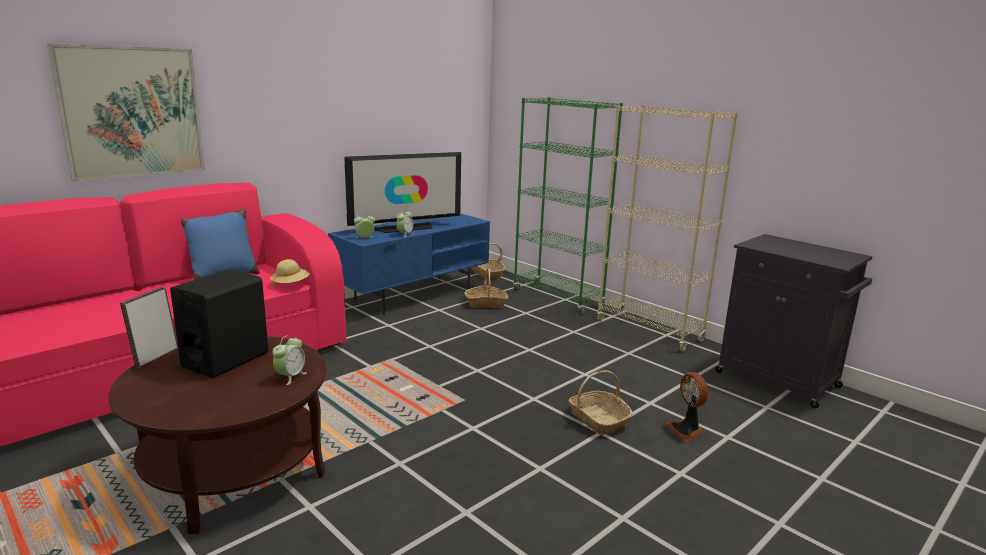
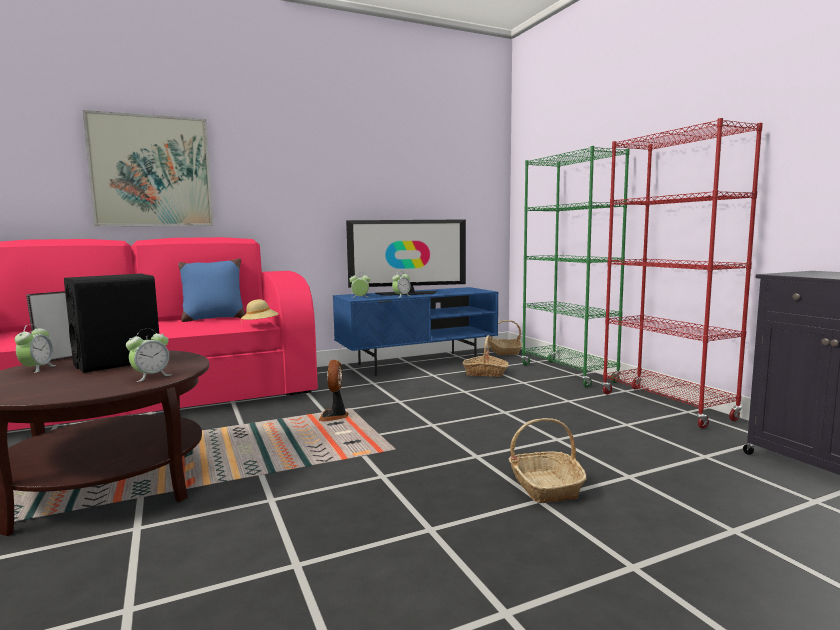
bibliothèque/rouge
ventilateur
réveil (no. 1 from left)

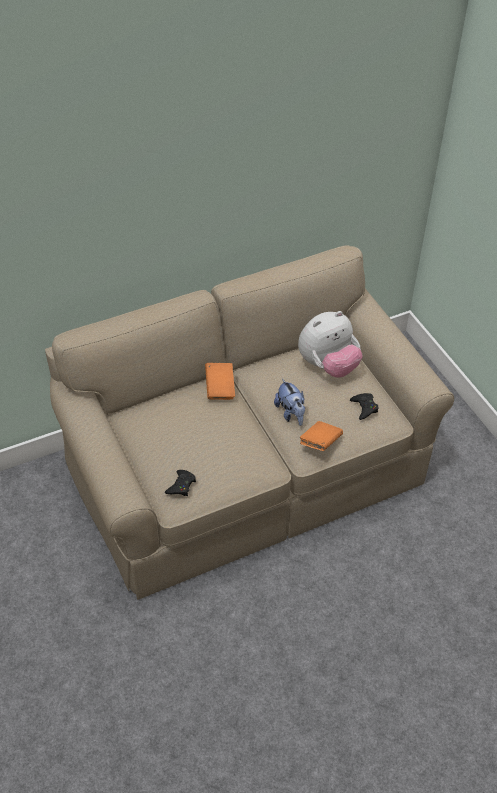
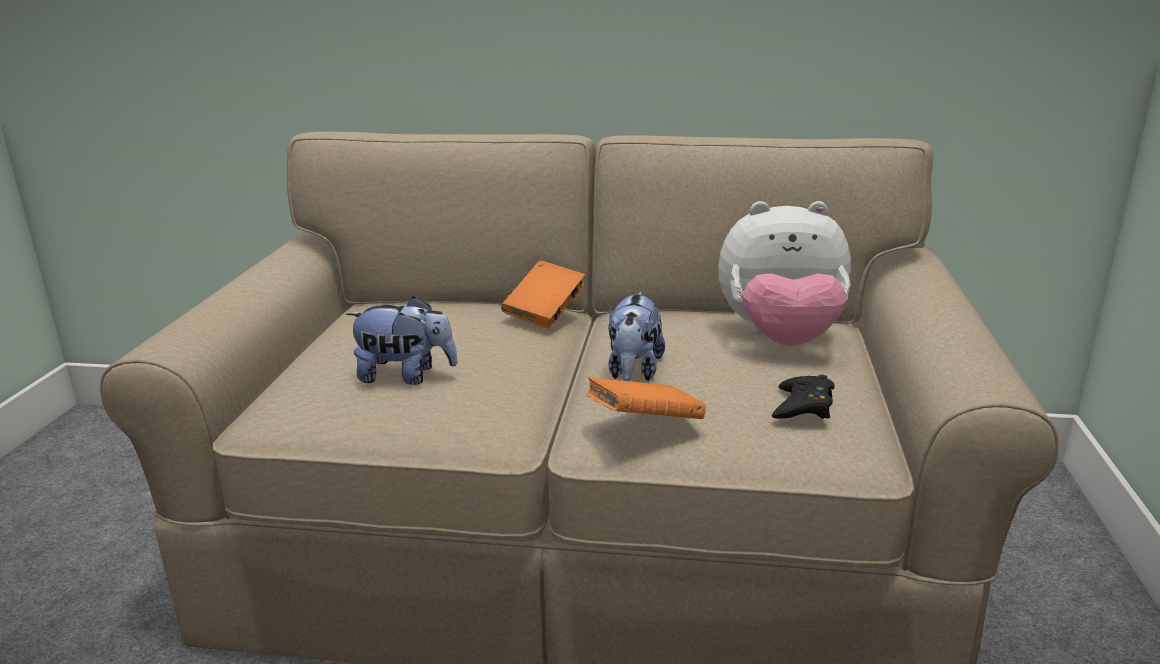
manette/noir (no. 1 from left in the first image)
peluche (no. 1 from left)

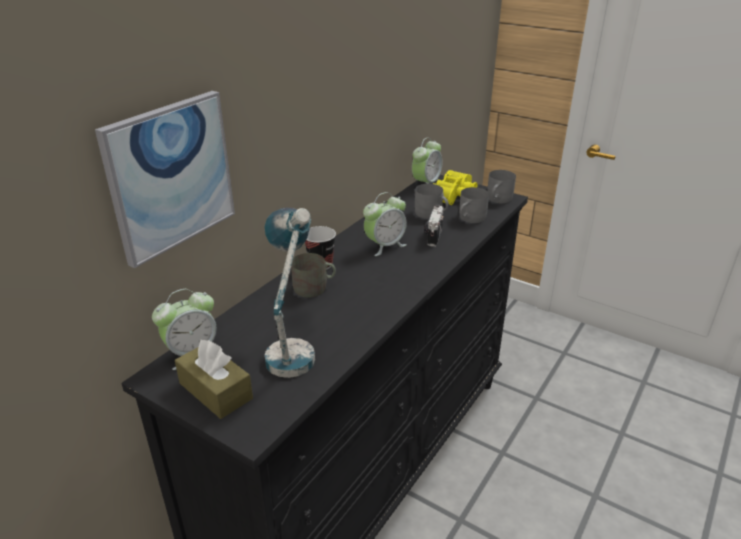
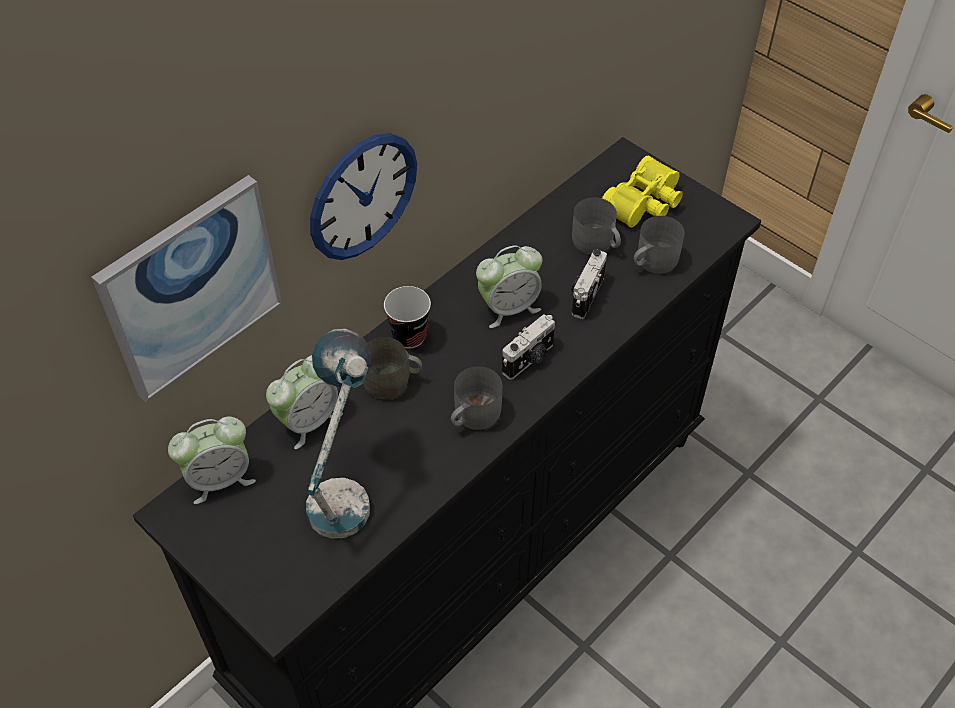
réveil (no. 2 from left)
mug/gris (no. 2 from left)
boîte à mouchoirs/marron
horloge murale
appareil photo (no. 1 from left)

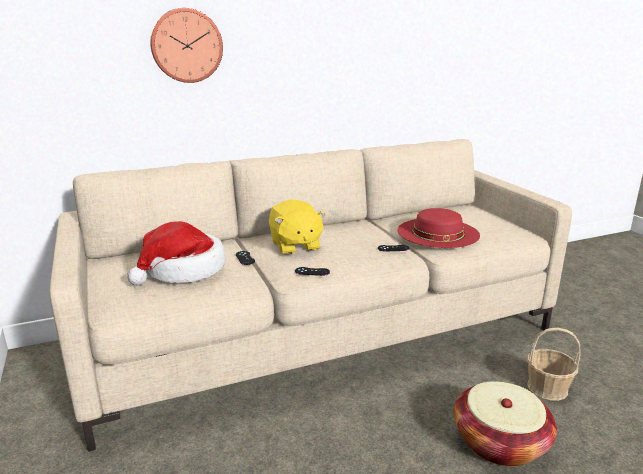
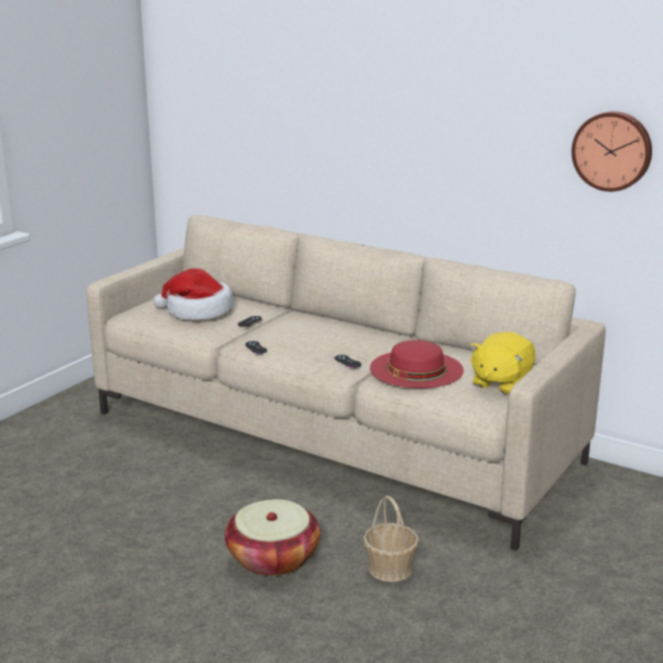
horloge murale
peluche/jaune

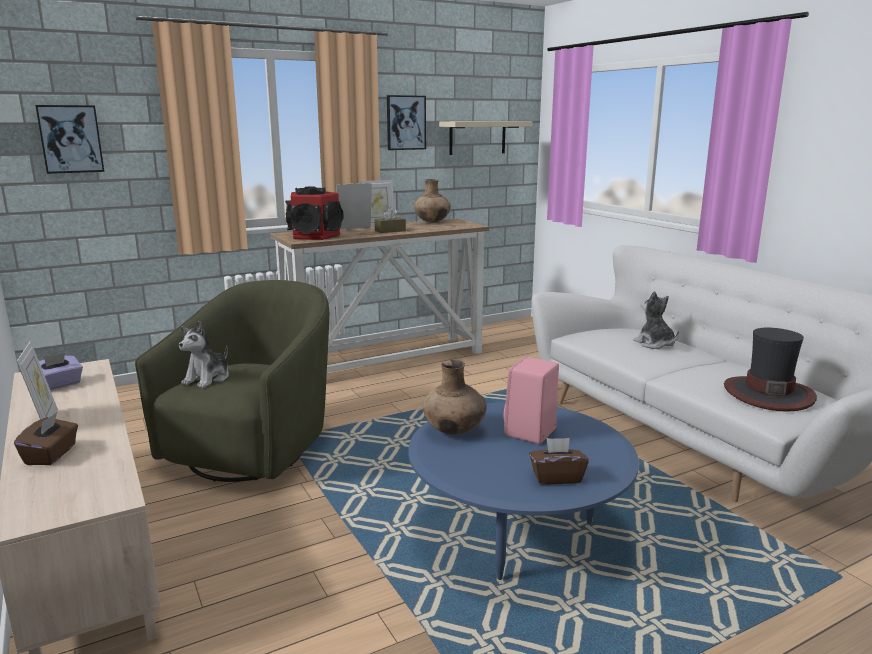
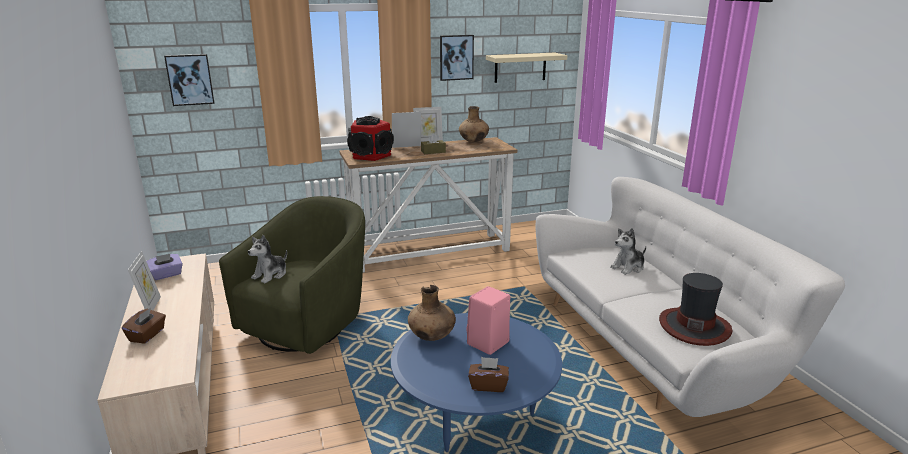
peluche (no. 2 from left)

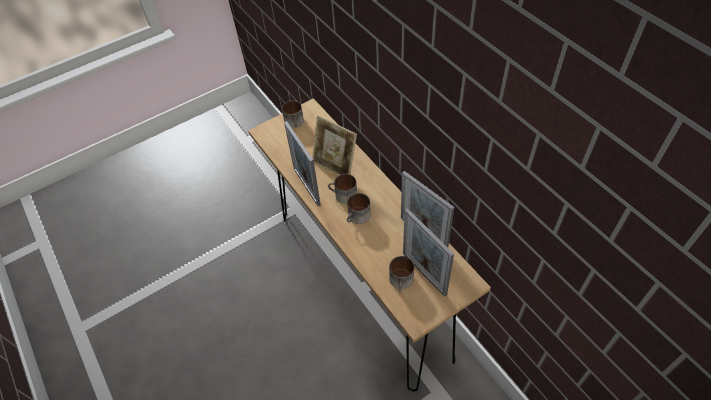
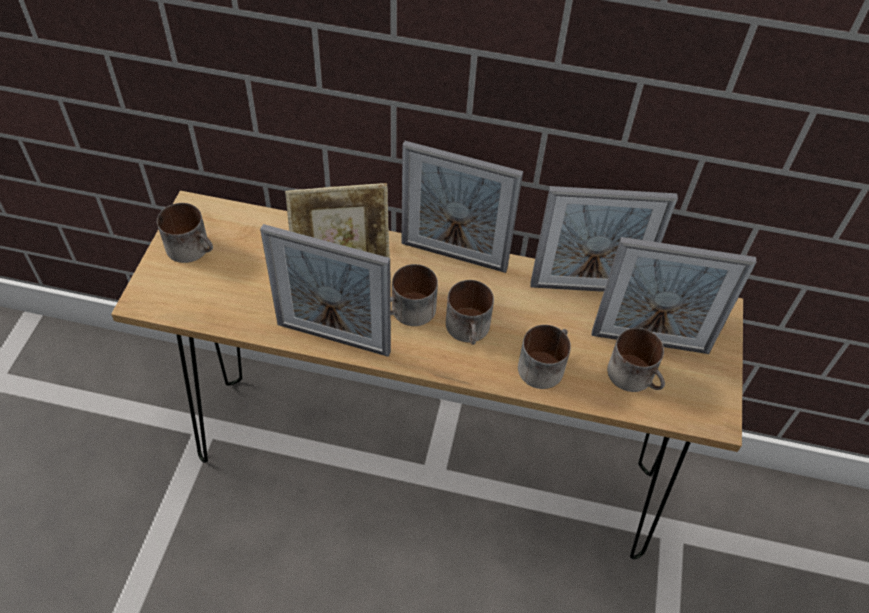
cadre photo (no. 3 from left)
mug (no. 4 from left)

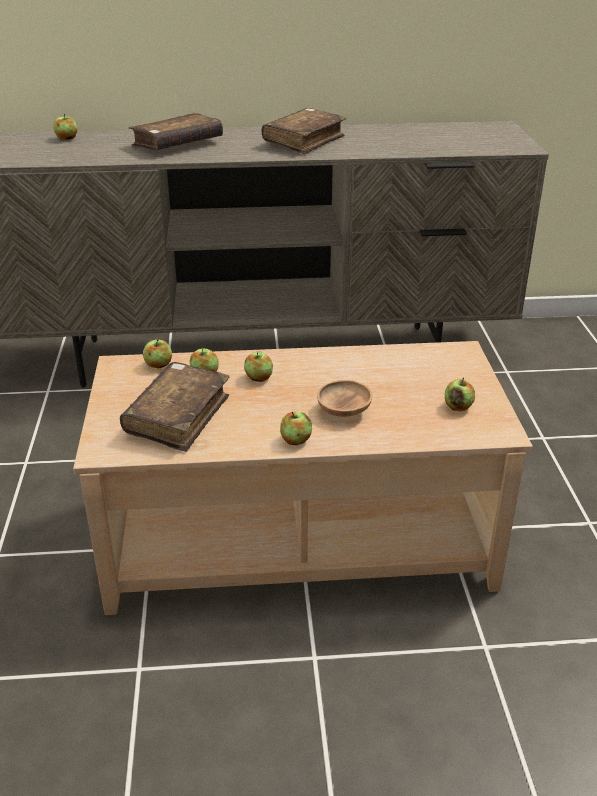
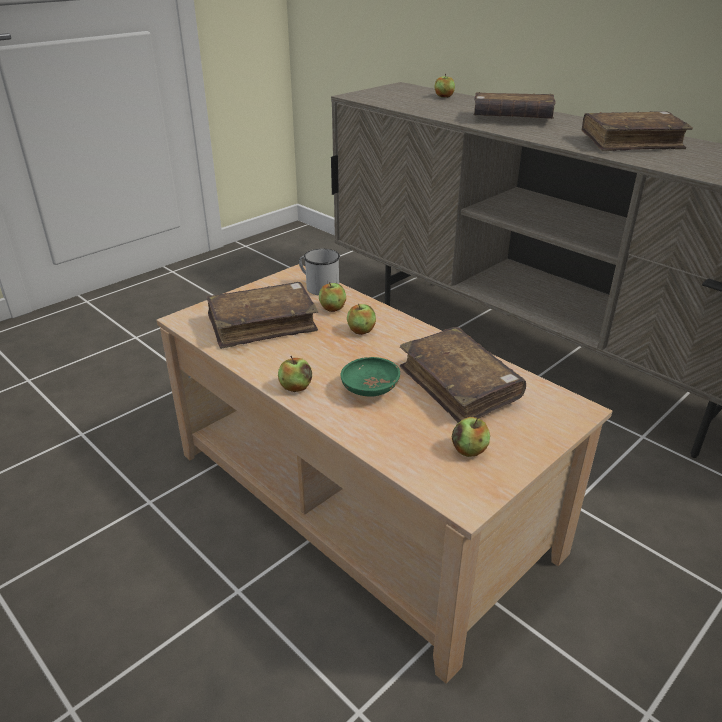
mug/blanc
bol/vert
livre/marron (no. 2 from left)

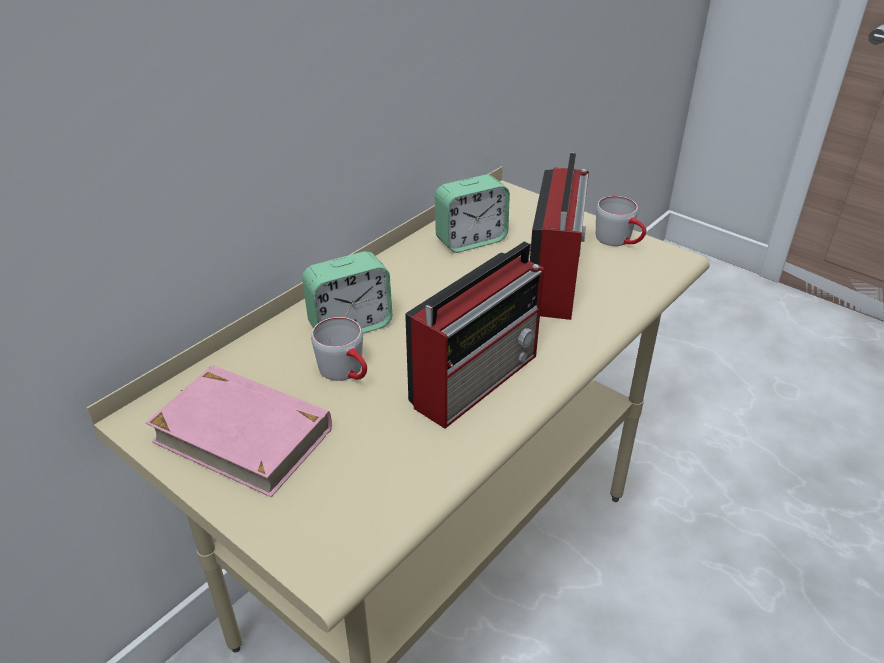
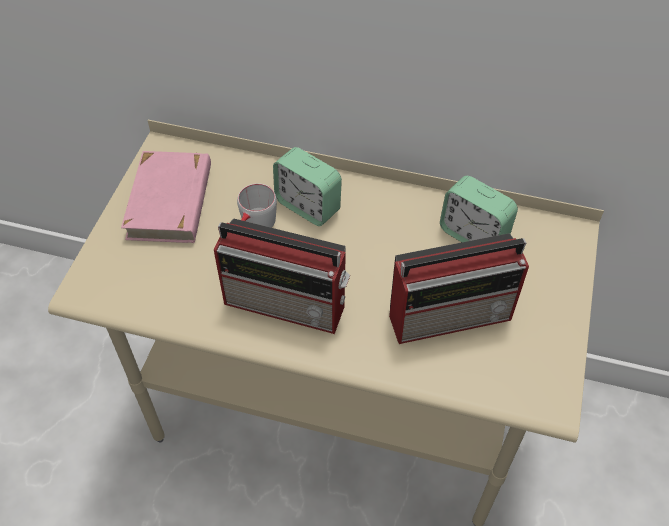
mug/gris (no. 2 from left in the first image)

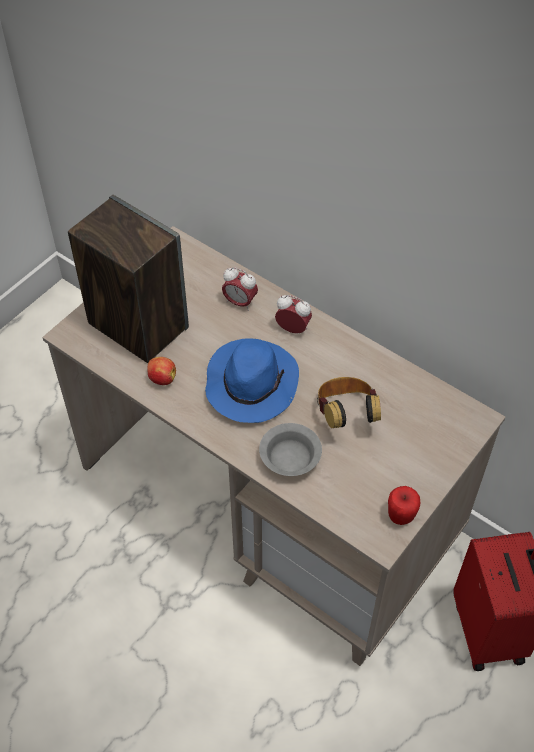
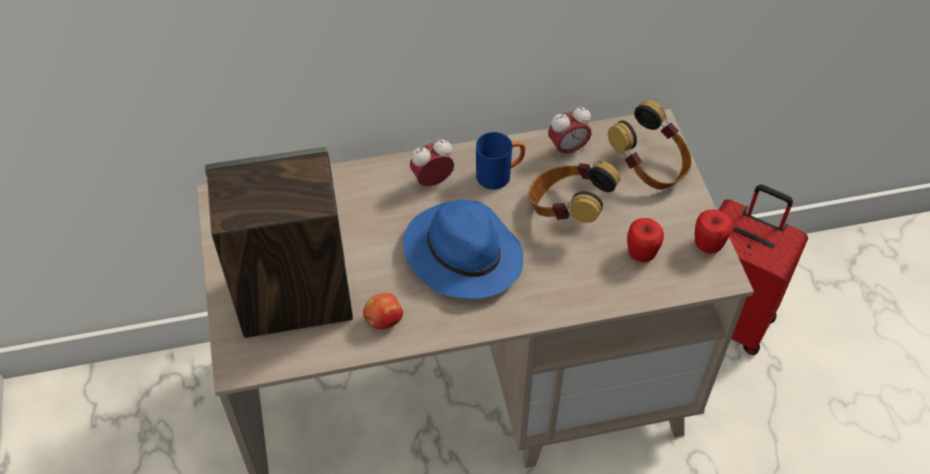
réveil (no. 2 from left)
bol/gris
casque audio (no. 2 from left)
mug/bleu
pomme (no. 2 from left)

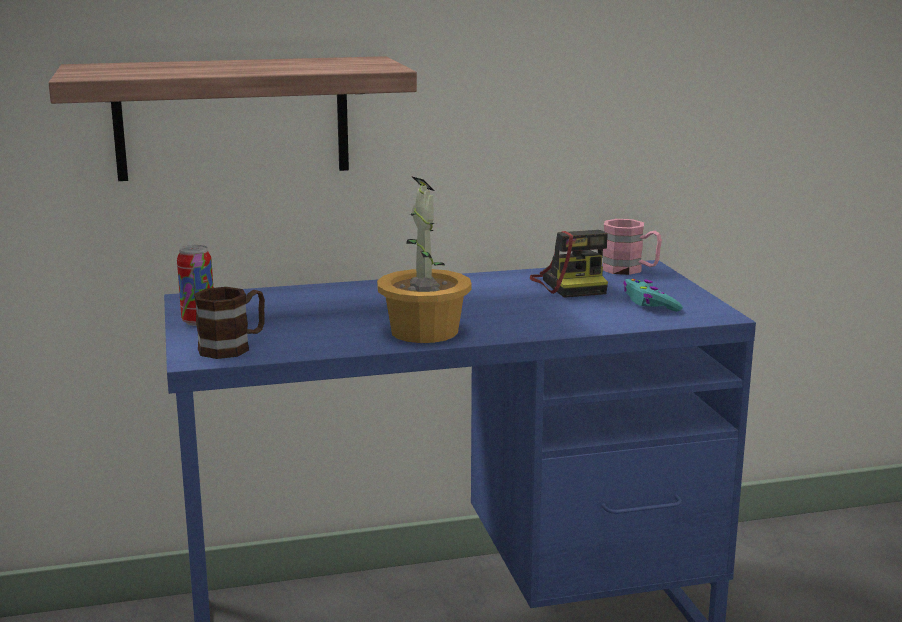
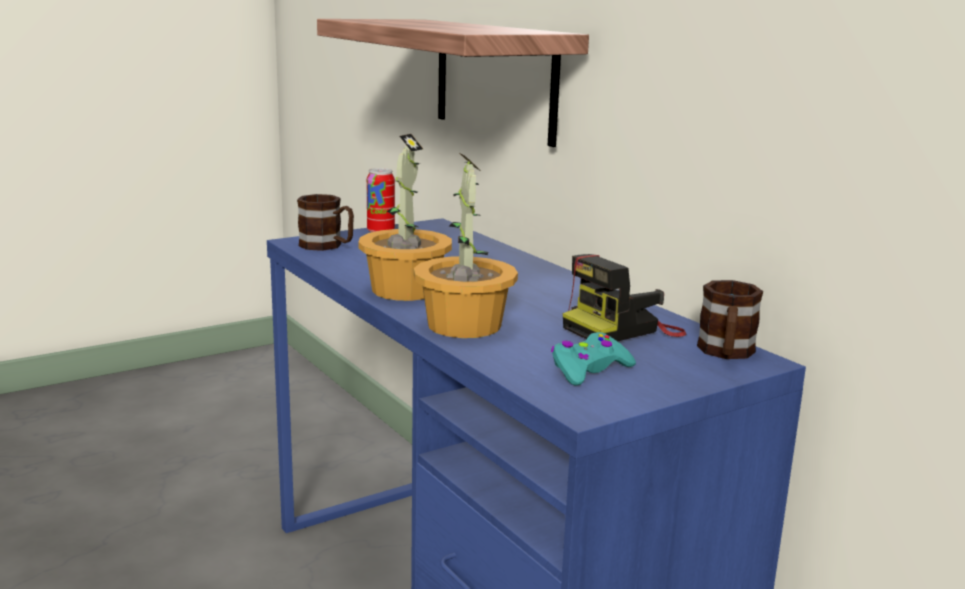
mug/marron (no. 2 from left)
plante en pot (no. 2 from left)

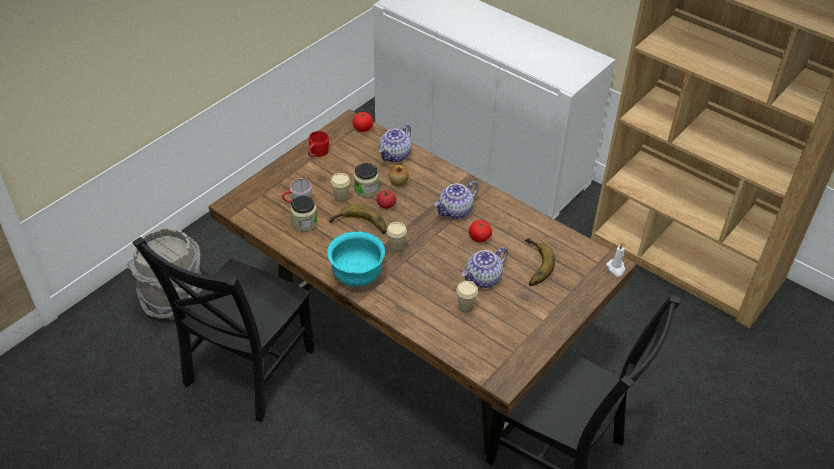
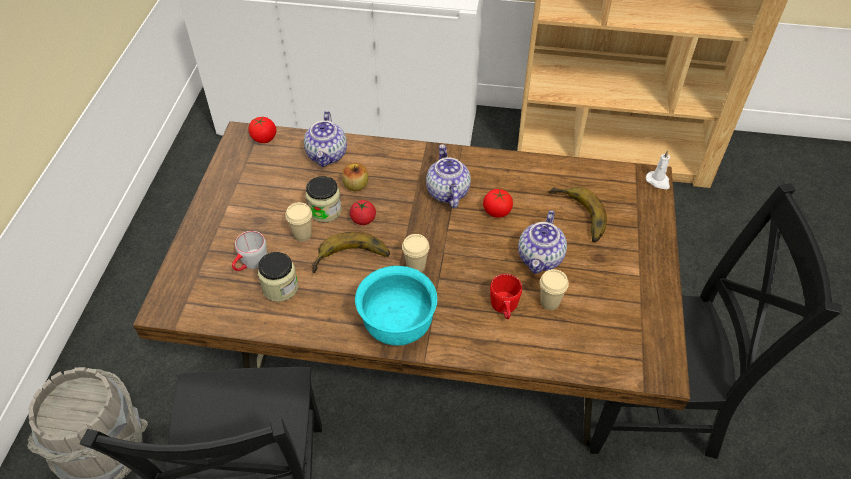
mug/rouge
théière (no. 2 from left)

